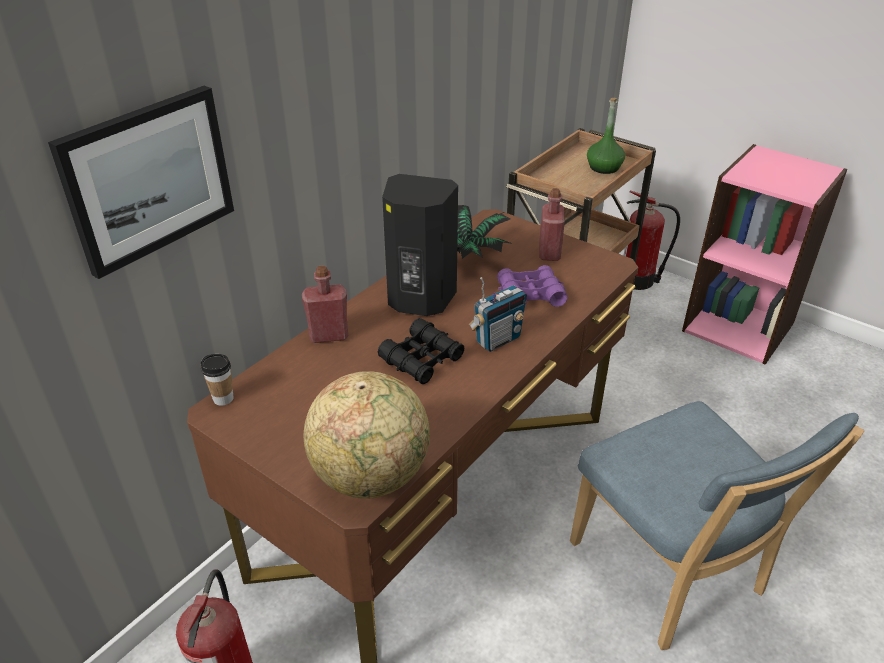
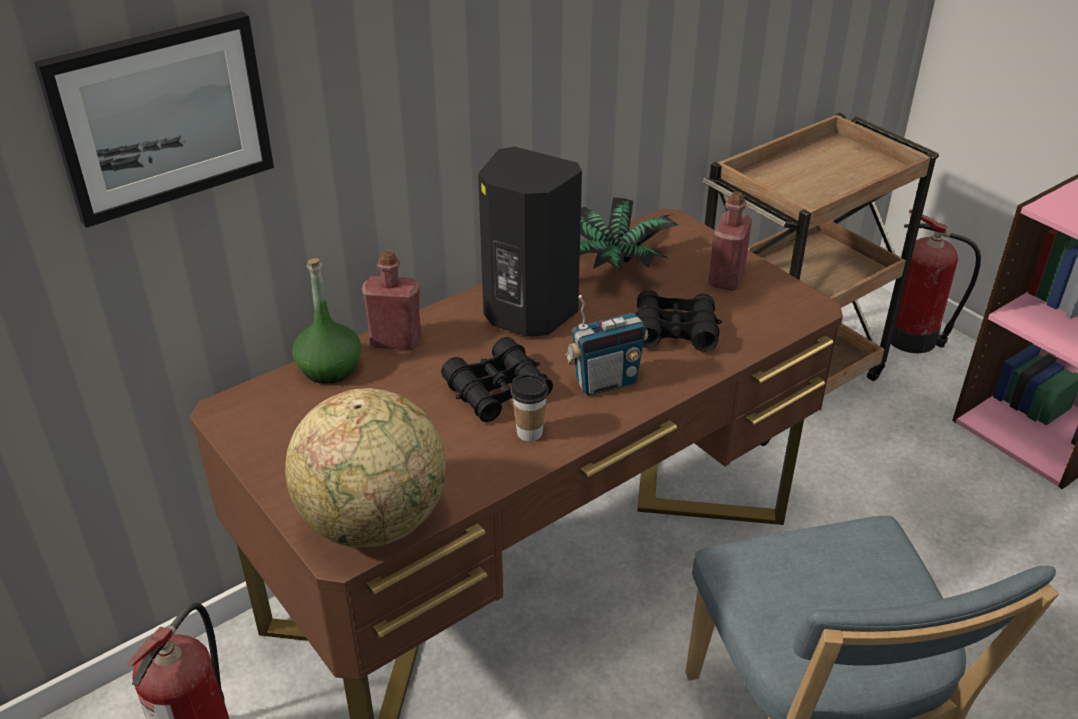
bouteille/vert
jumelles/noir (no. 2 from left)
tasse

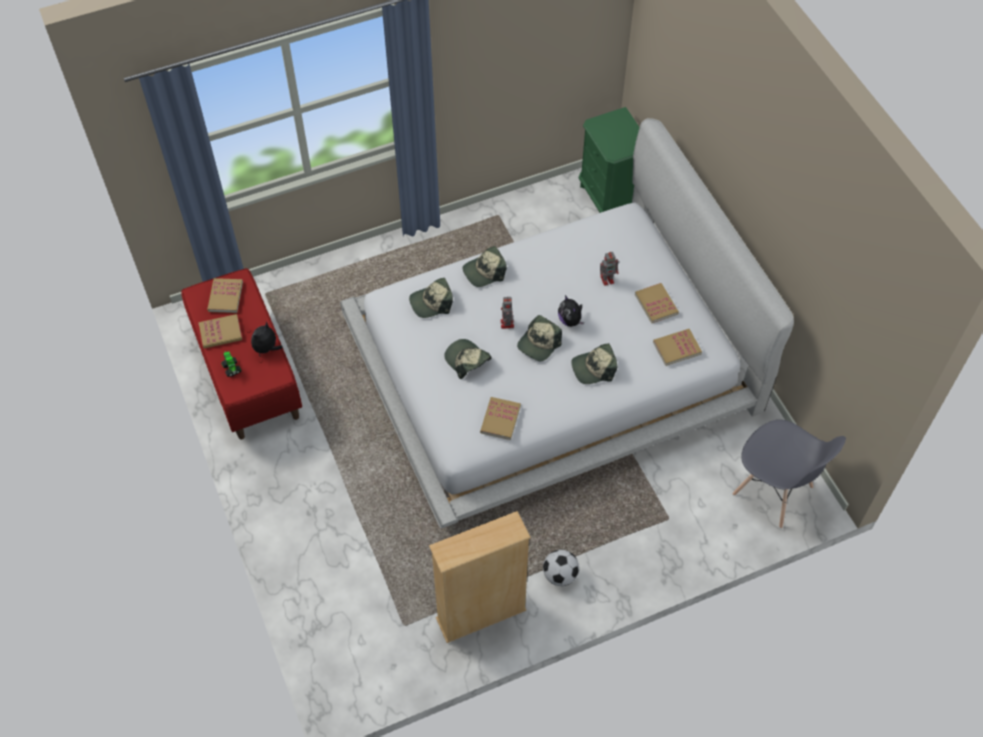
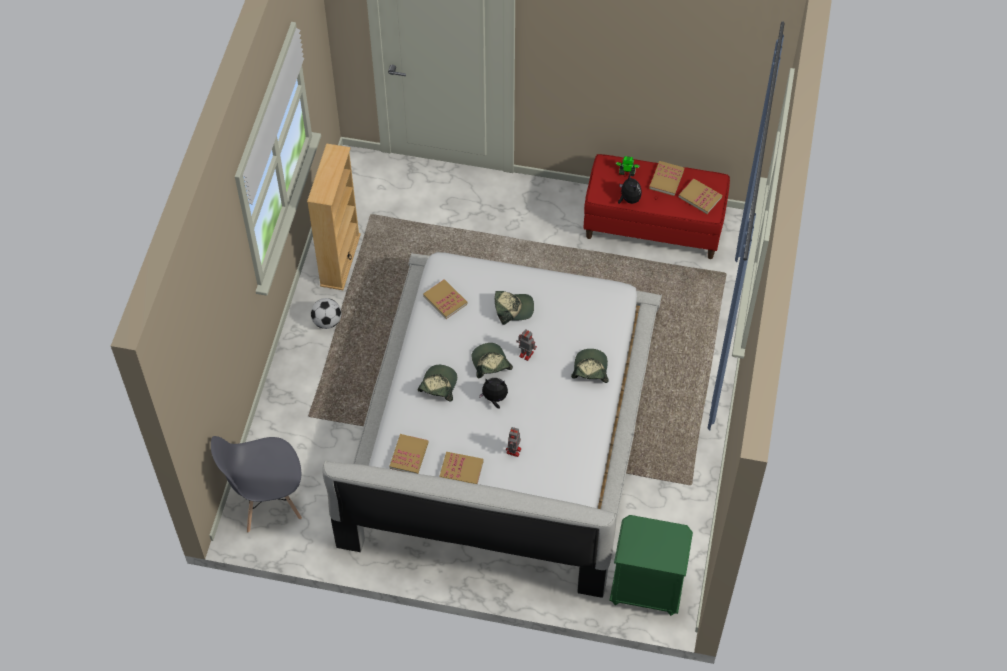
casquette (no. 1 from left in the first image)

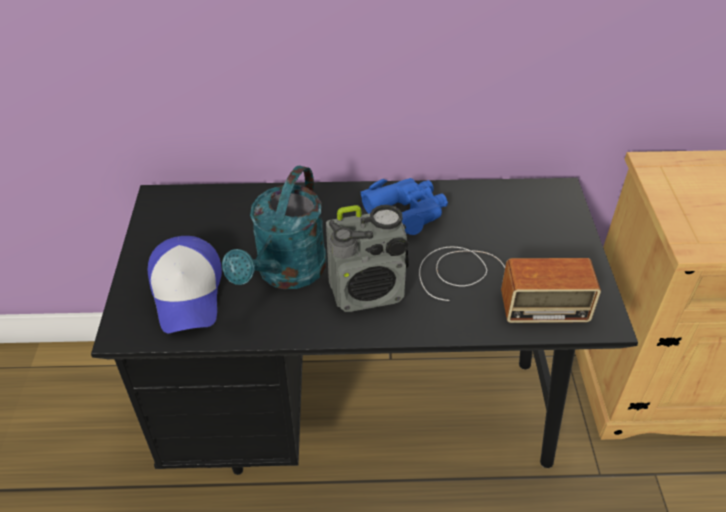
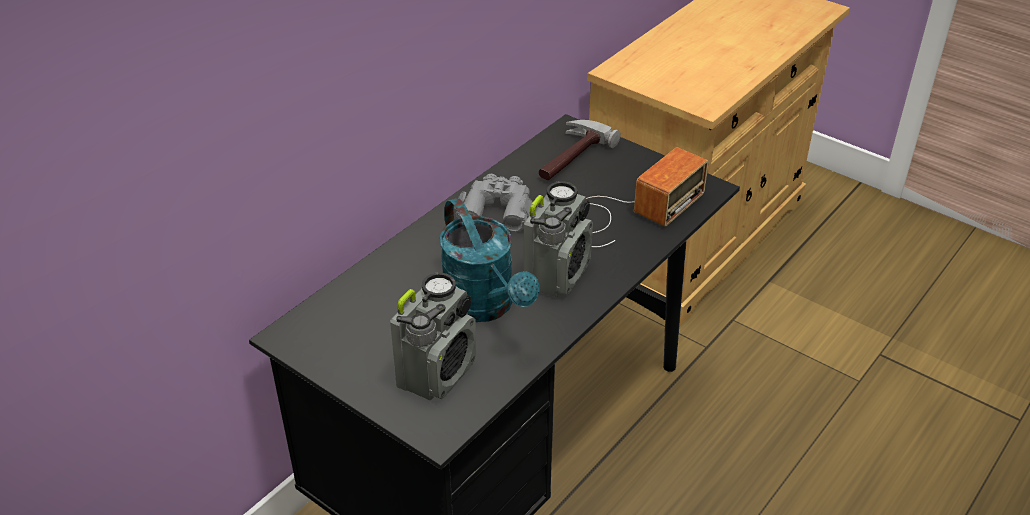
jumelles/gris
radio (no. 1 from left)
marteau

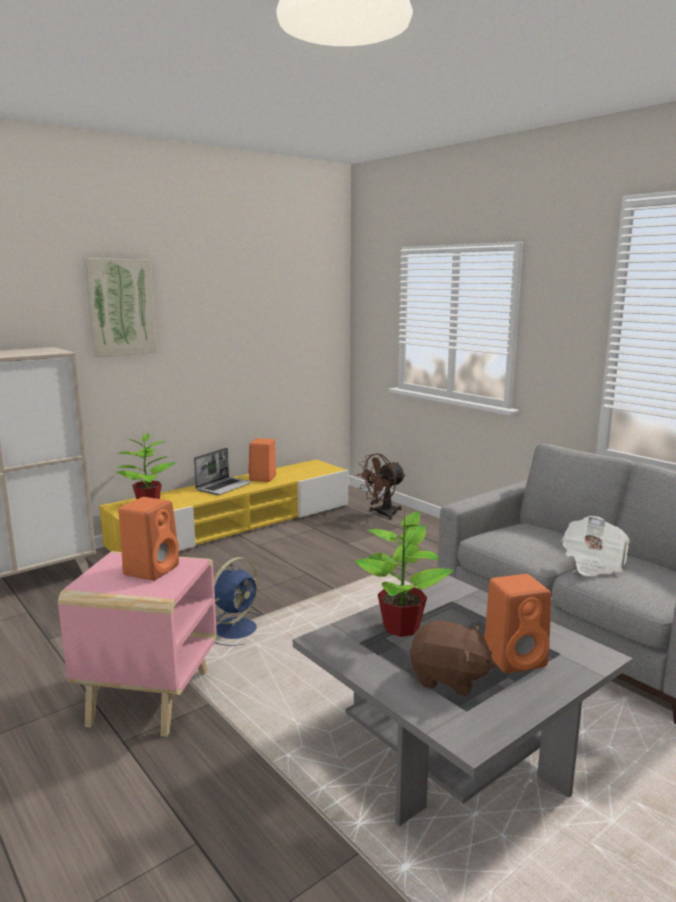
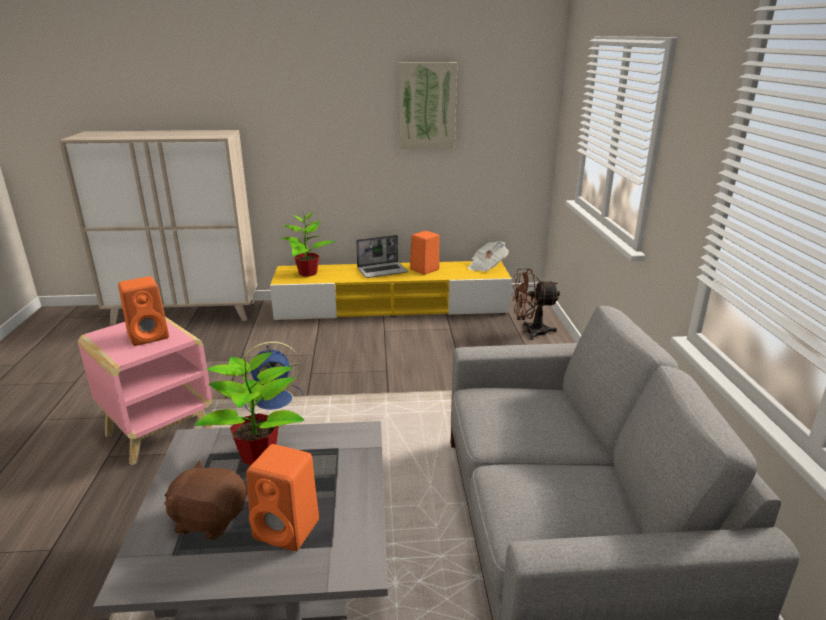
tableau
journal
peluche/marron

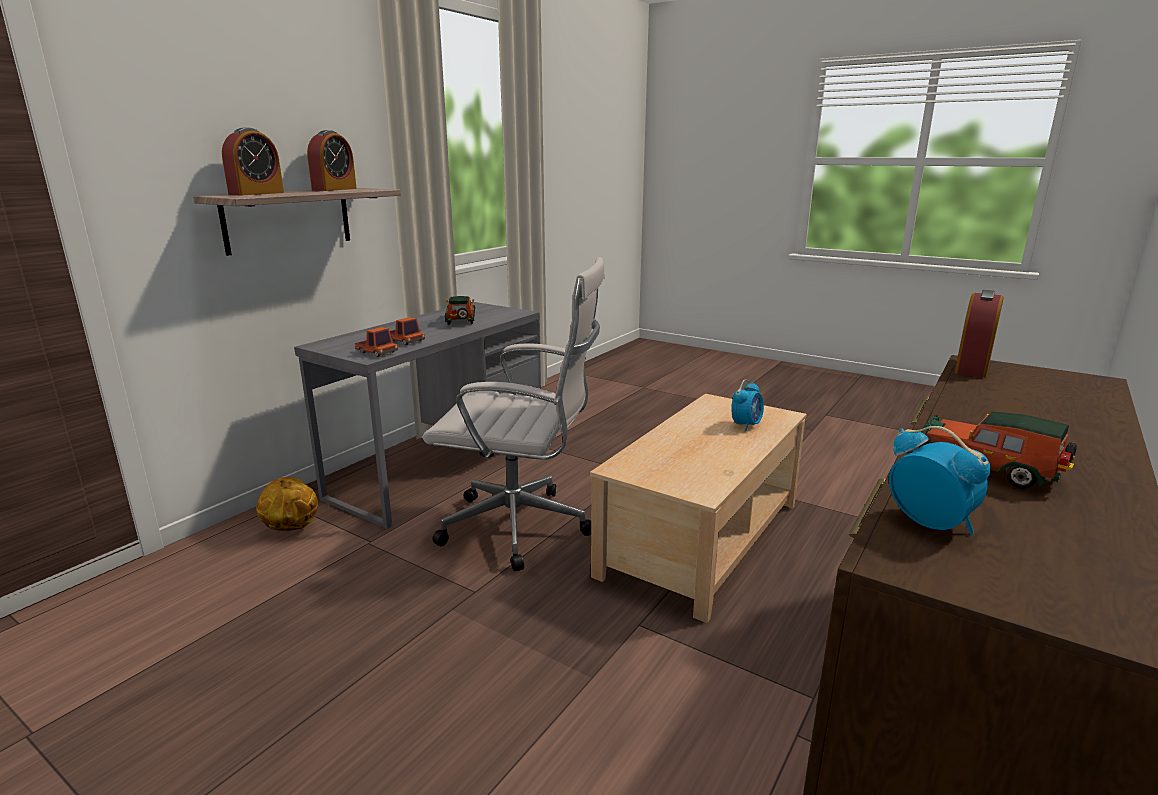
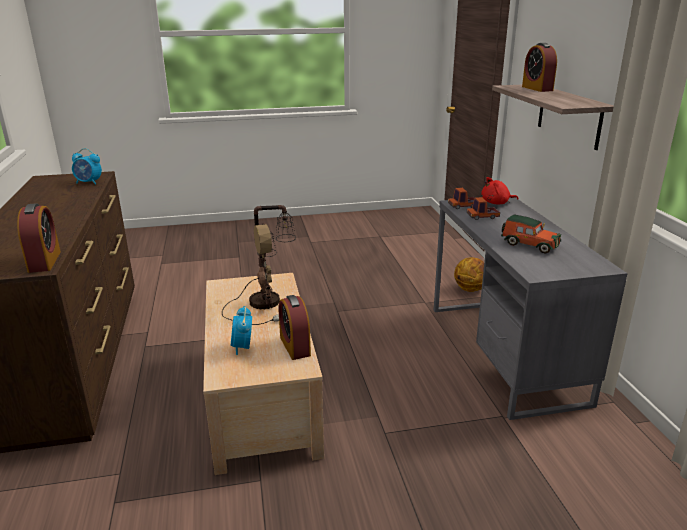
réveil (no. 4 from left)
chaise de bureau/blanc
petite voiture (no. 2 from left in the first image)
peluche/rouge
lampe de table

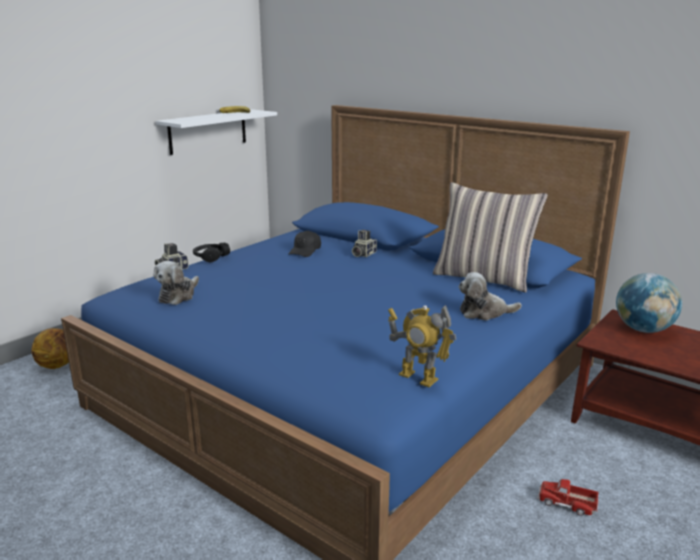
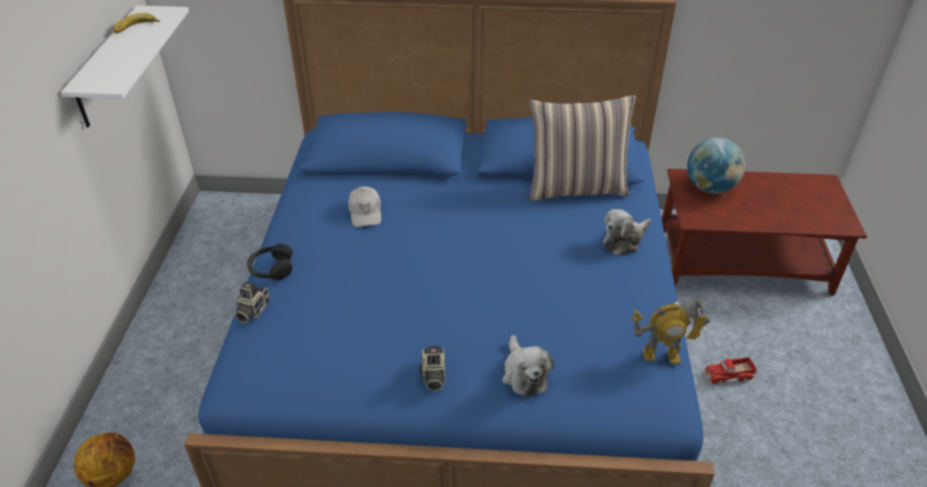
appareil photo (no. 2 from left)
casquette/blanc
peluche (no. 1 from left)

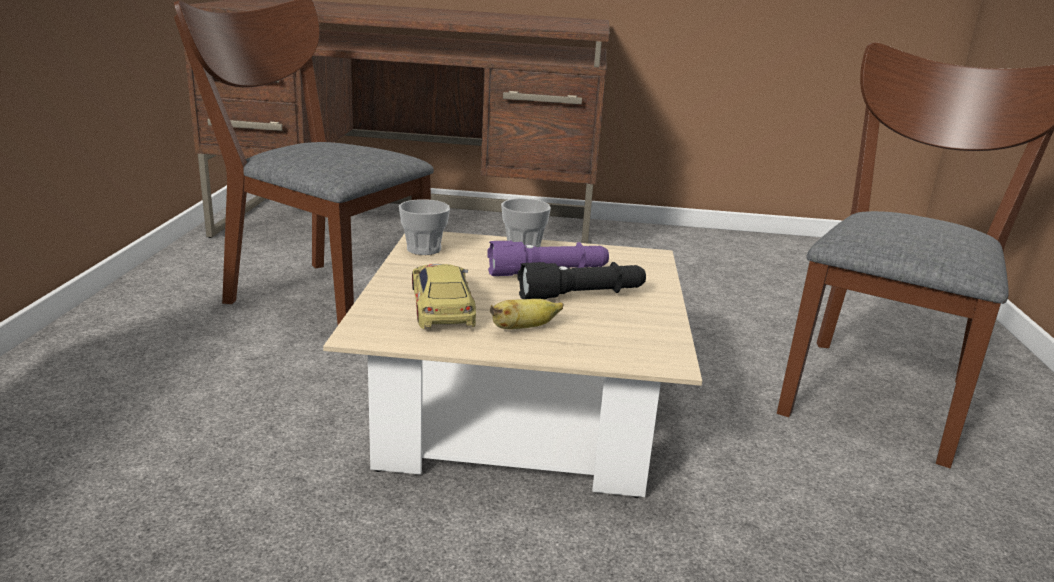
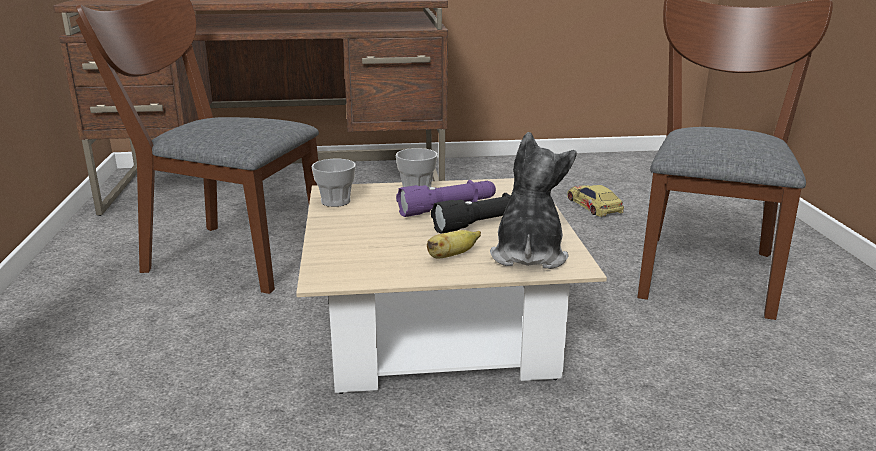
petite voiture
peluche

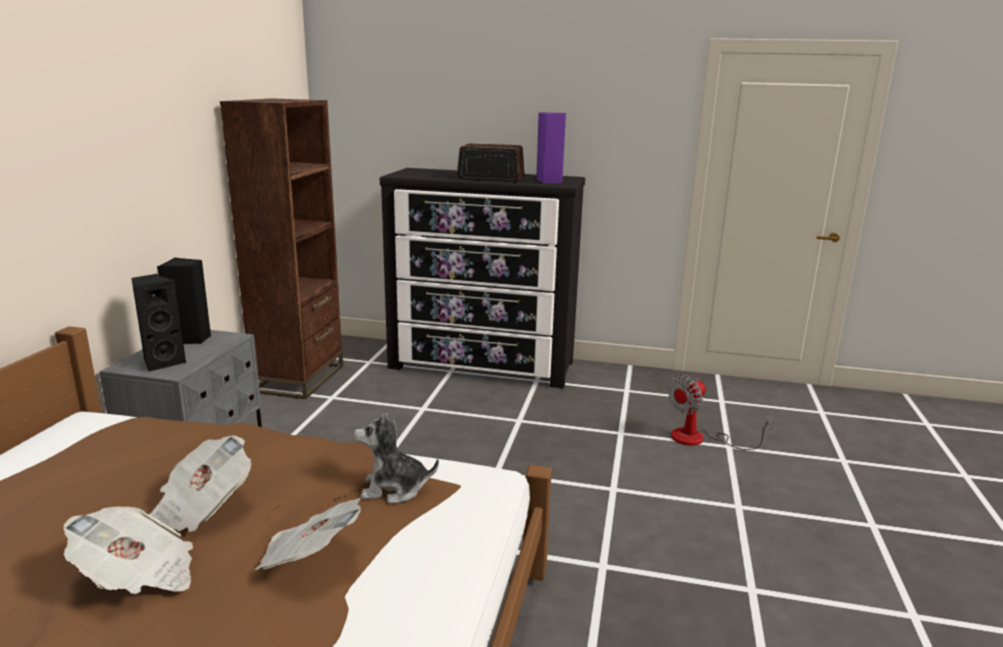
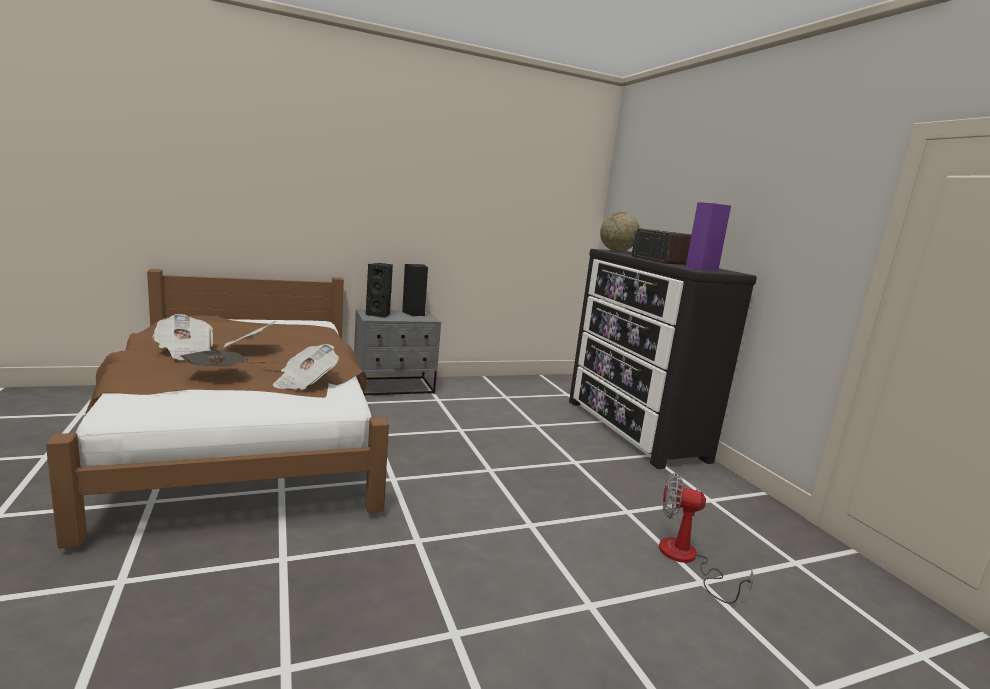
bibliothèque/marron
journal (no. 4 from left)
globe

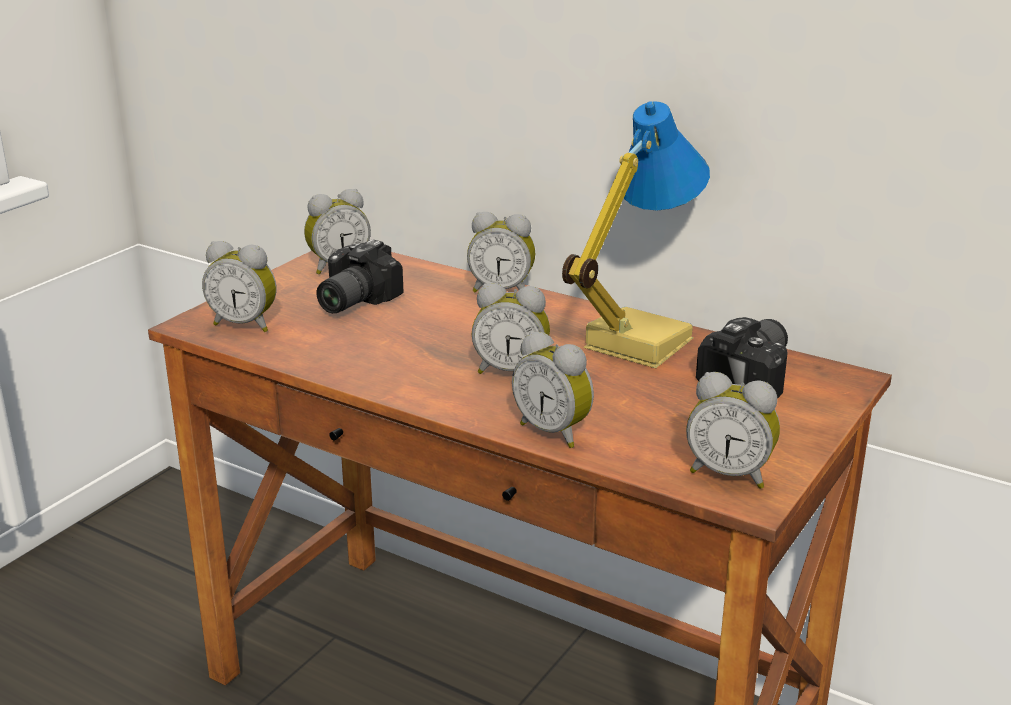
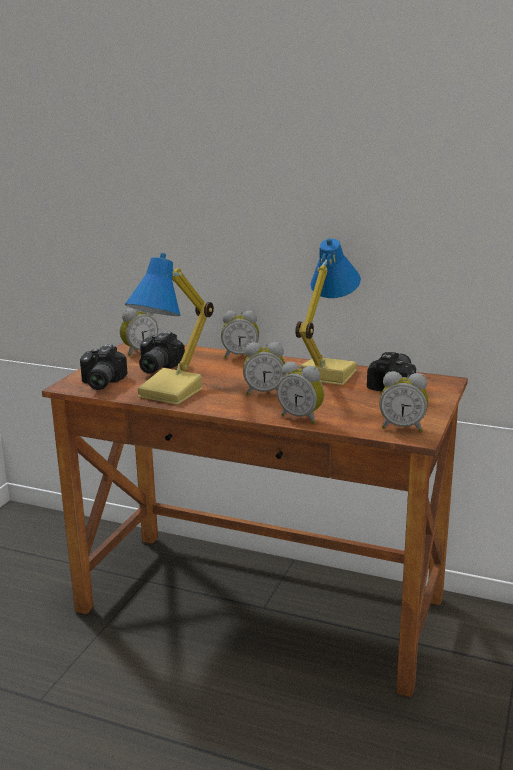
appareil photo (no. 1 from left)
lampe de table (no. 1 from left)

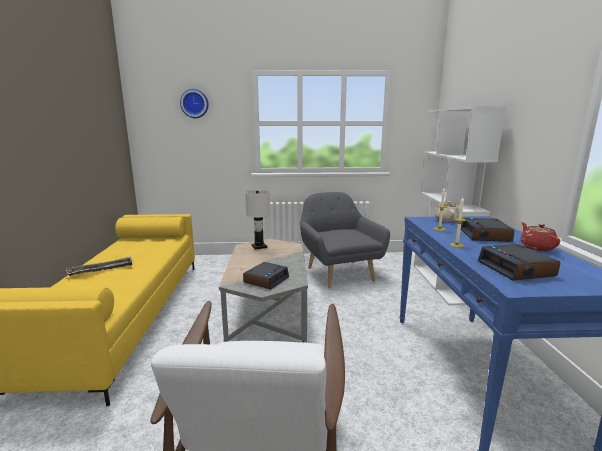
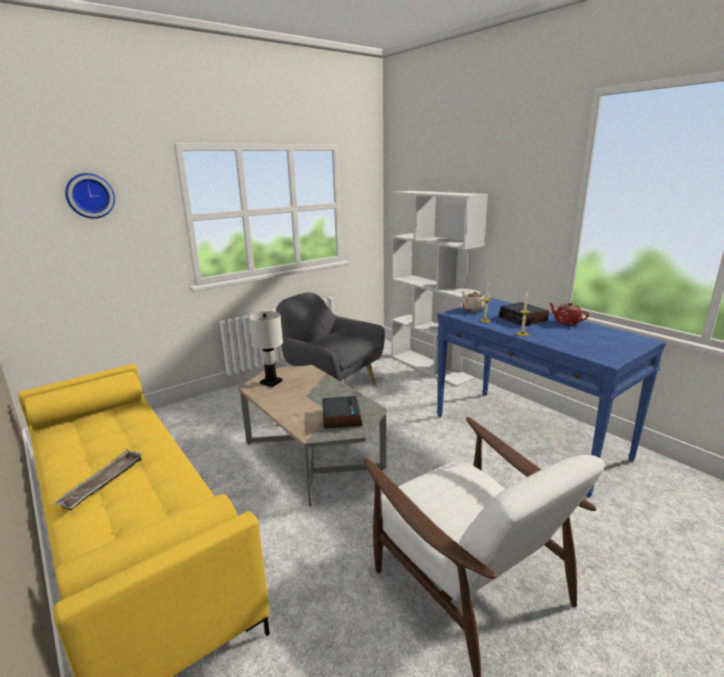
réveil (no. 3 from left in the first image)

